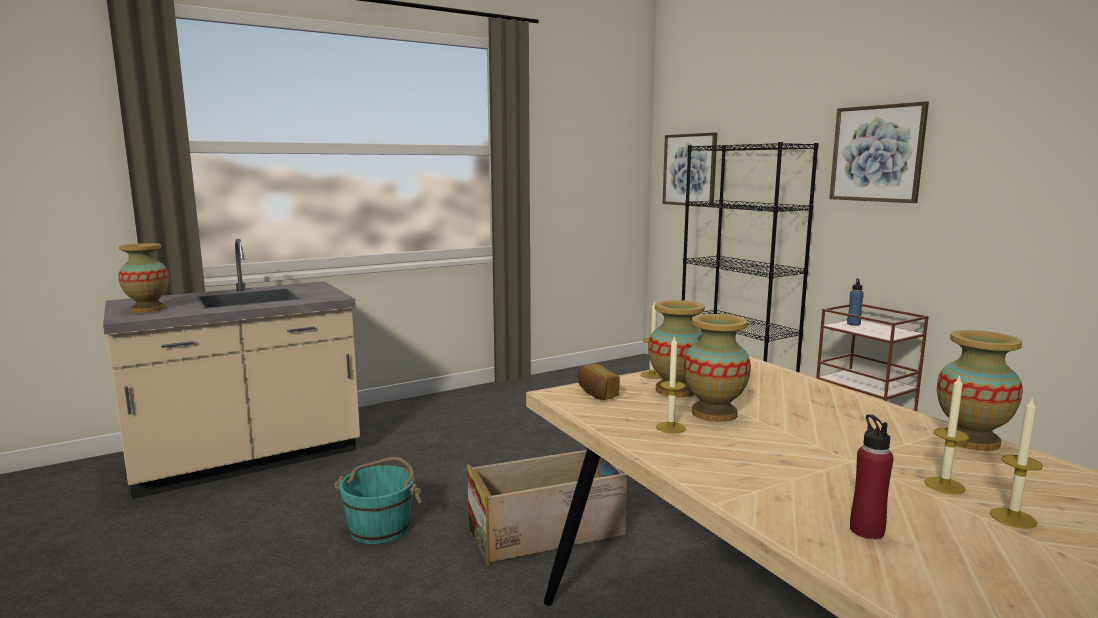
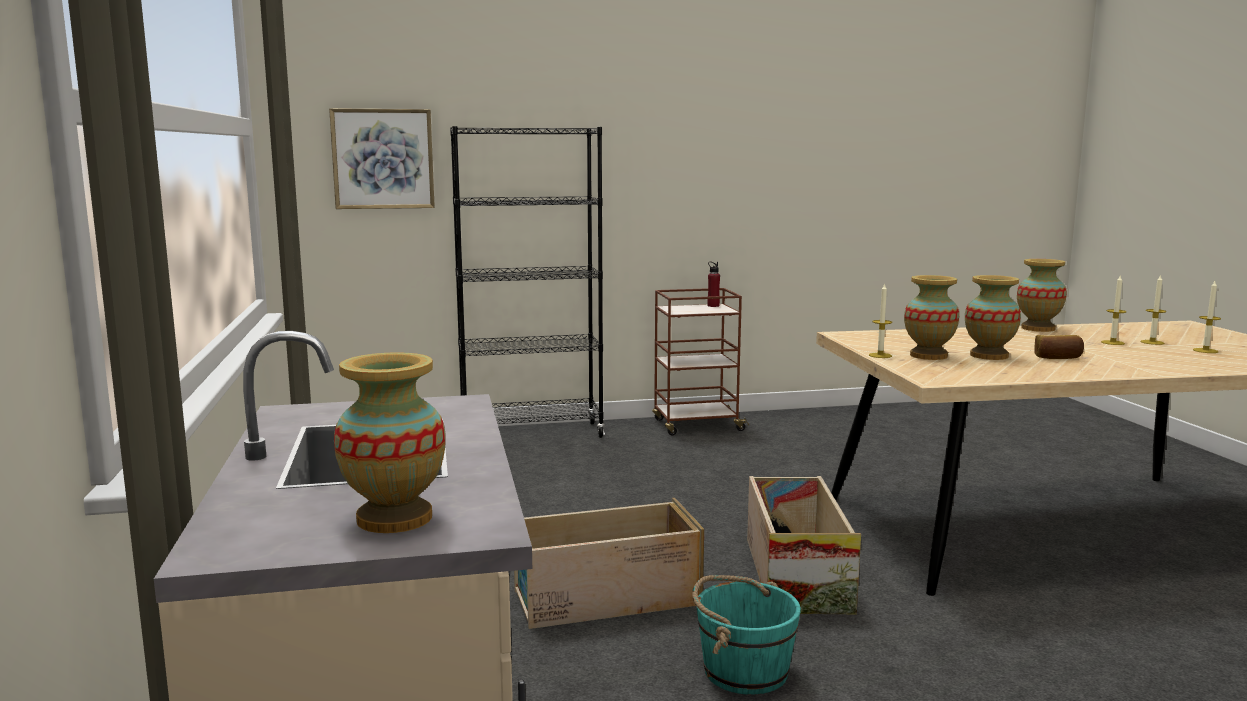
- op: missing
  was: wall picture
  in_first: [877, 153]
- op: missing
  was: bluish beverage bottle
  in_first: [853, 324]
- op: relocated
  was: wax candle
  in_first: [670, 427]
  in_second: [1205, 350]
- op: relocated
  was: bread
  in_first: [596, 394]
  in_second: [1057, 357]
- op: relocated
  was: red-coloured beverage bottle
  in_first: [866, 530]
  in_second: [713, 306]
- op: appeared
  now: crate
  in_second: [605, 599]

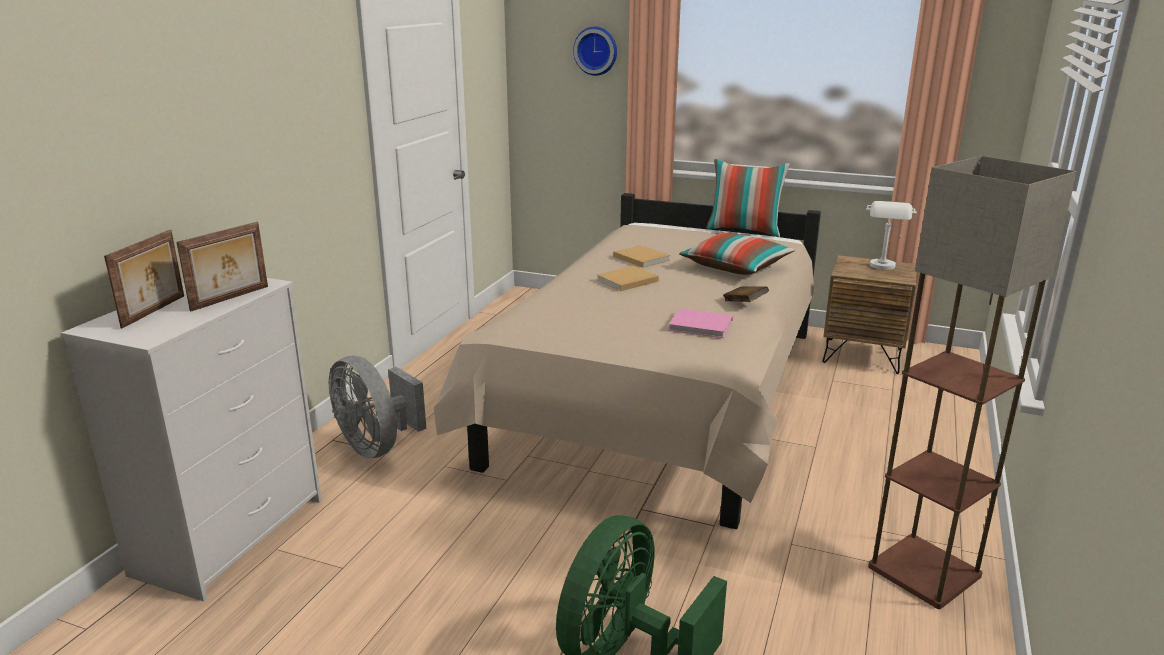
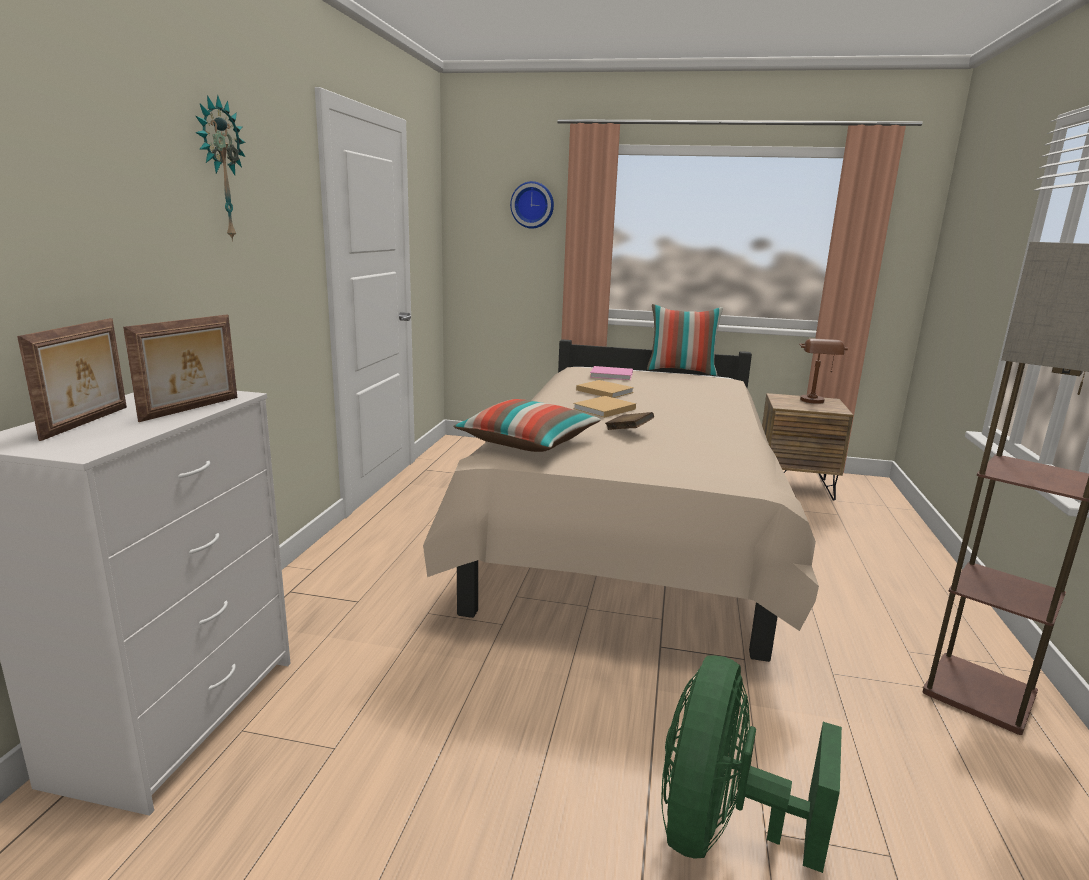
- op: colour
  was: white lamp for a table
  now: brown-coloured lamp for a table
  in_first: [883, 268]
  in_second: [814, 402]
- op: relocated
  was: pillow
  in_first: [735, 267]
  in_second: [528, 443]
- op: relocated
  was: brown-coloured volume
  in_first: [744, 303]
  in_second: [628, 431]
- op: relocated
  was: pink volume
  in_first: [702, 326]
  in_second: [613, 375]
- op: missing
  was: gray fan
  in_first: [377, 446]
- op: appeared
  now: wall clock
  in_second: [219, 170]

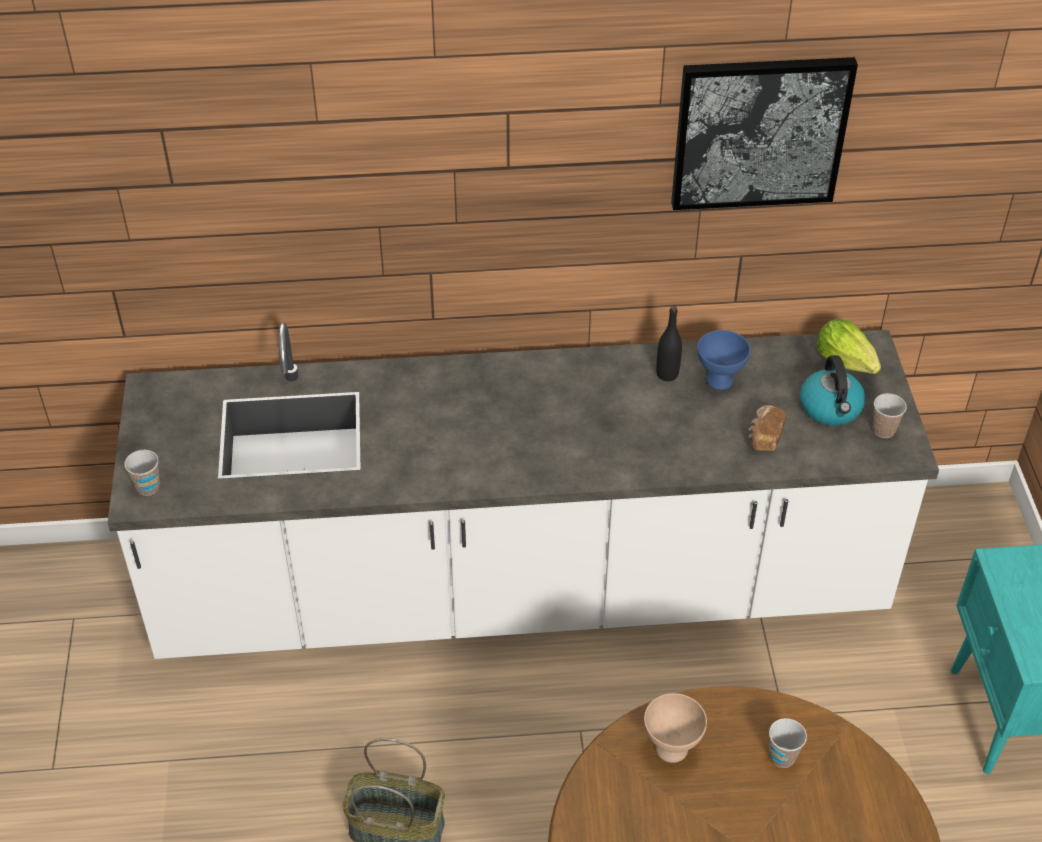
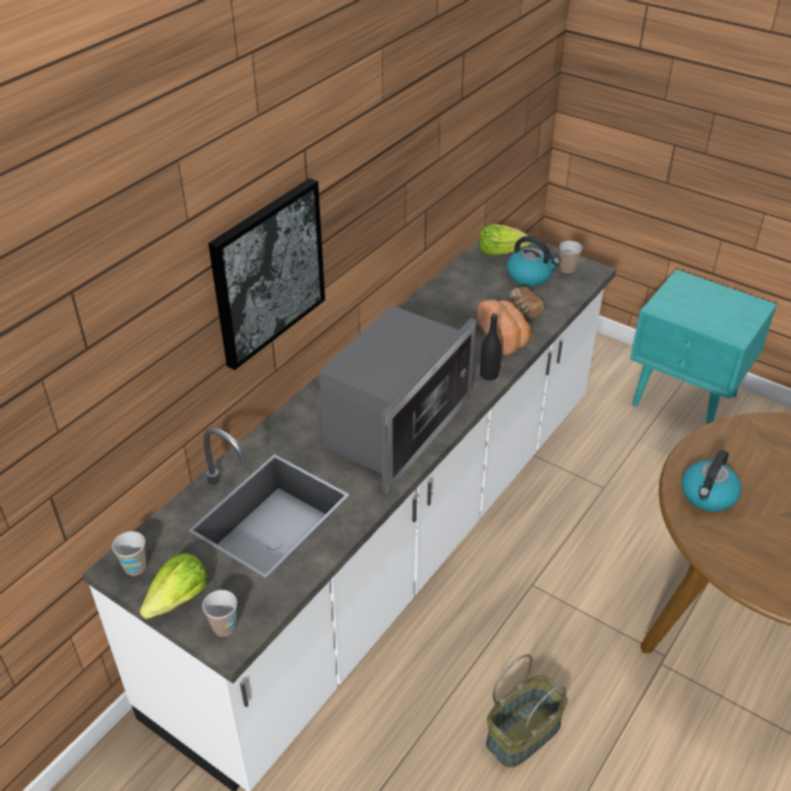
- op: relocated
  was: wall picture
  in_first: [759, 132]
  in_second: [268, 272]
- op: relocated
  was: blackish beverage bottle
  in_first: [667, 374]
  in_second: [489, 375]
- op: missing
  was: bluish bowl
  in_first: [718, 380]
- op: exchanged
  was: beige-coloured bowl
  now: kettle
  in_first: [672, 749]
  in_second: [708, 496]
- op: relocated
  was: drinking cup
  in_first: [782, 757]
  in_second: [135, 567]
- op: appeared
  now: bread
  in_second: [504, 337]
- op: appeared
  now: kitchen microwave
  in_second: [395, 427]
- op: appeared
  now: head of lettuce
  in_second: [178, 599]

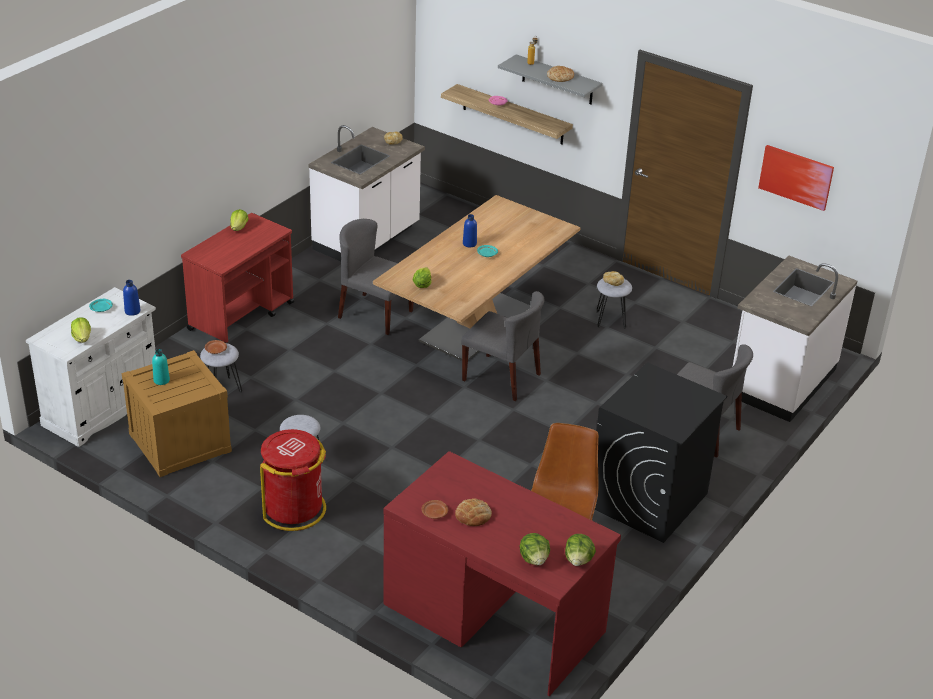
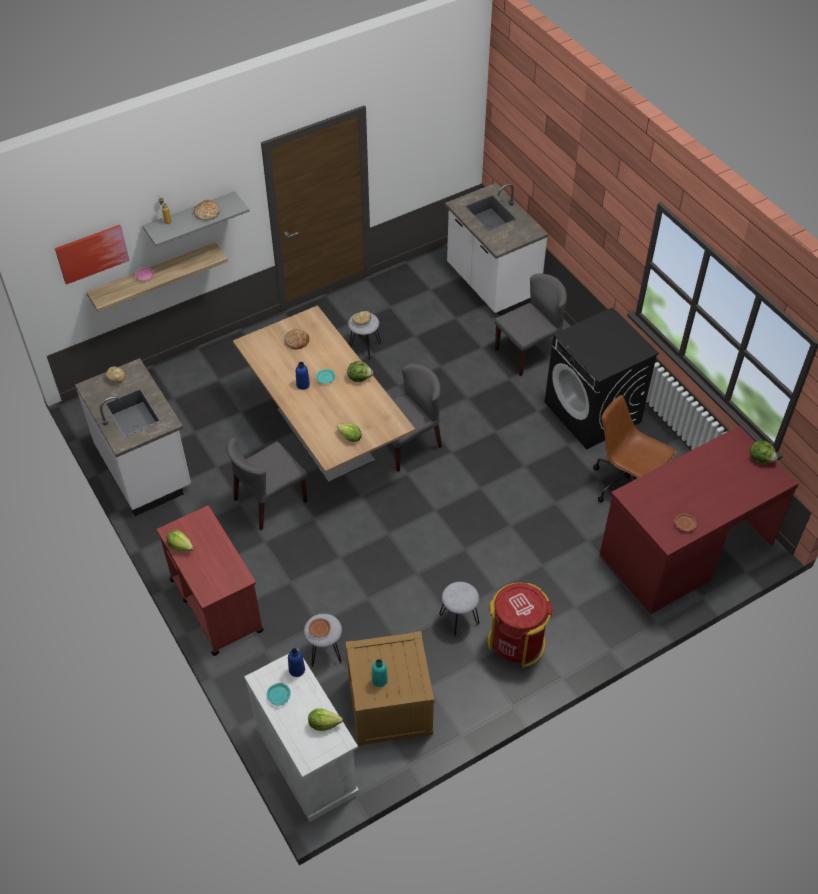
- op: relocated
  was: wall picture
  in_first: [796, 177]
  in_second: [92, 253]
- op: relocated
  was: bread
  in_first: [473, 515]
  in_second: [296, 341]
- op: relocated
  was: head of lettuce
  in_first: [534, 559]
  in_second: [359, 377]

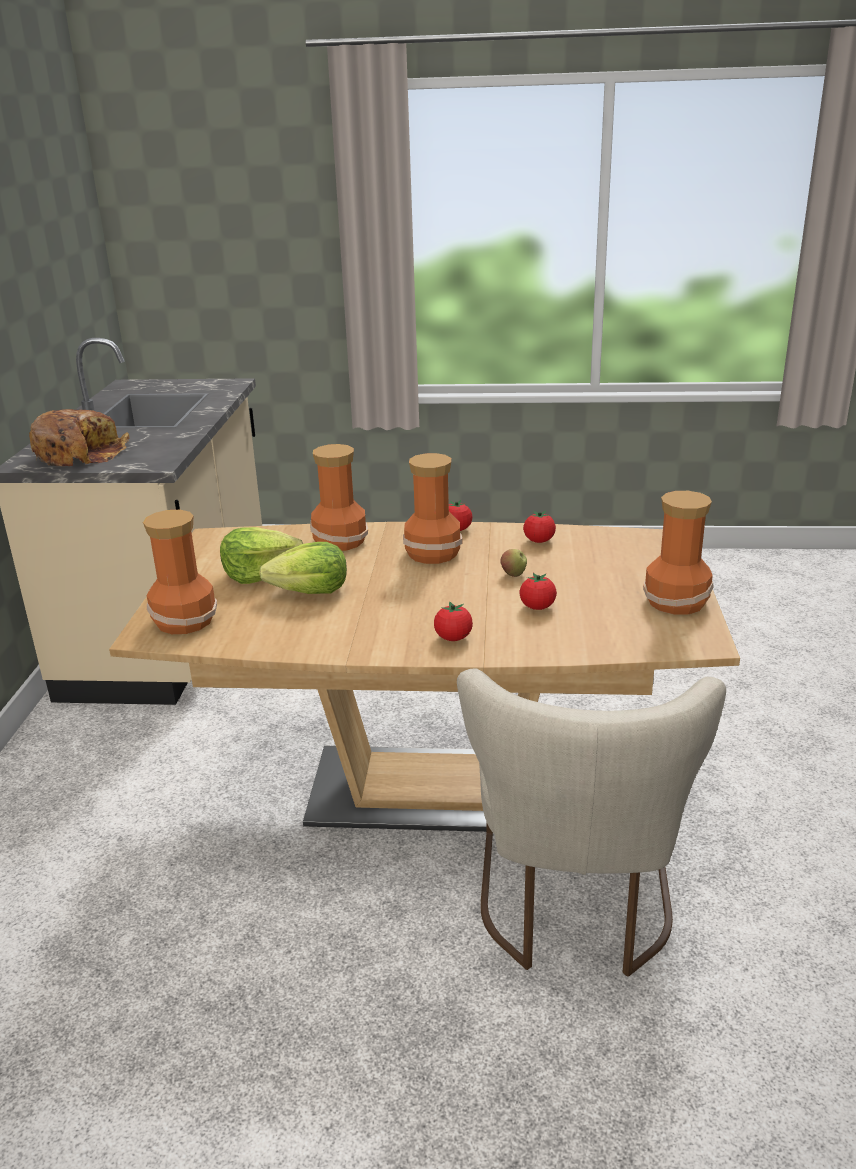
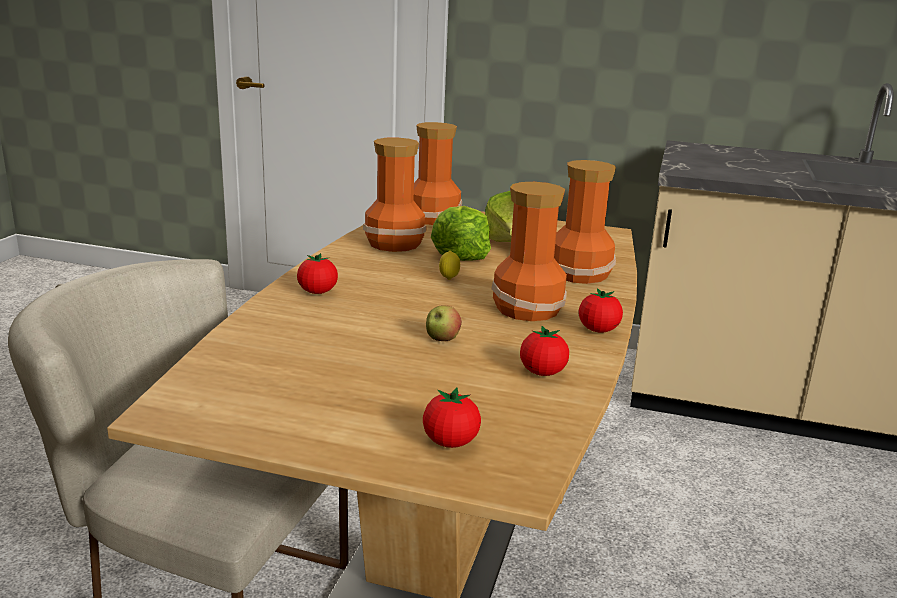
- op: missing
  was: bread
  in_first: [80, 454]
- op: relocated
  was: decorative vase
  in_first: [677, 601]
  in_second: [394, 244]
- op: relocated
  was: tomato
  in_first: [537, 607]
  in_second: [450, 442]
- op: appeared
  now: lemon
  in_second: [449, 279]

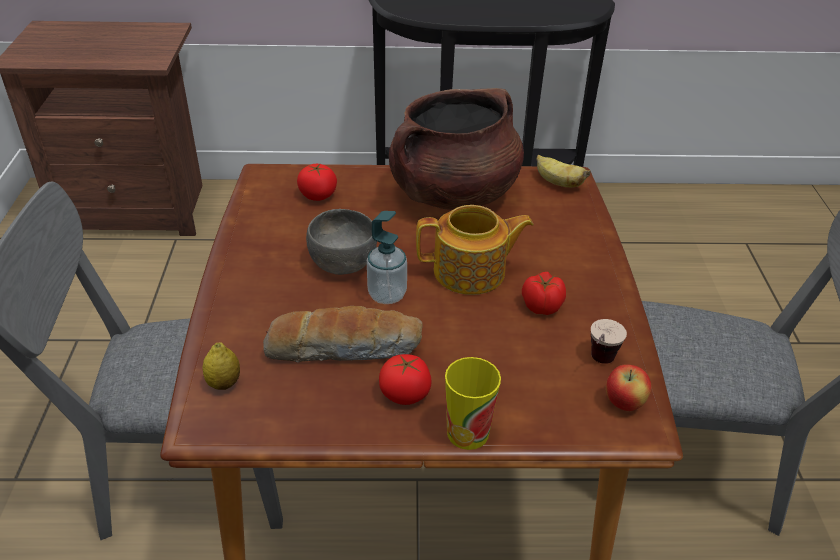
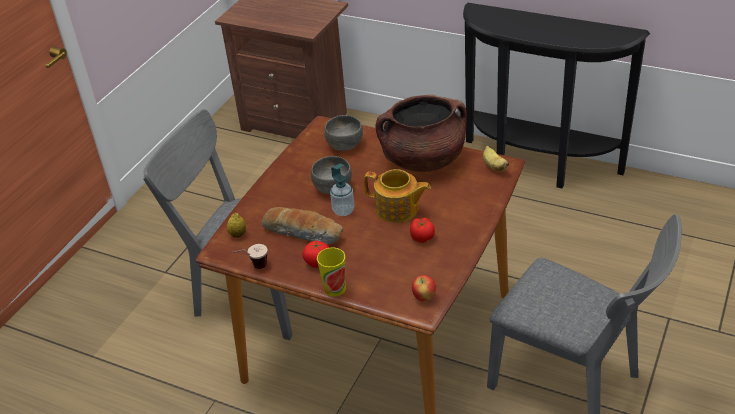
- op: exchanged
  was: tomato
  now: gray bowl
  in_first: [318, 195]
  in_second: [344, 144]
- op: relocated
  was: drinking cup
  in_first: [598, 365]
  in_second: [253, 268]

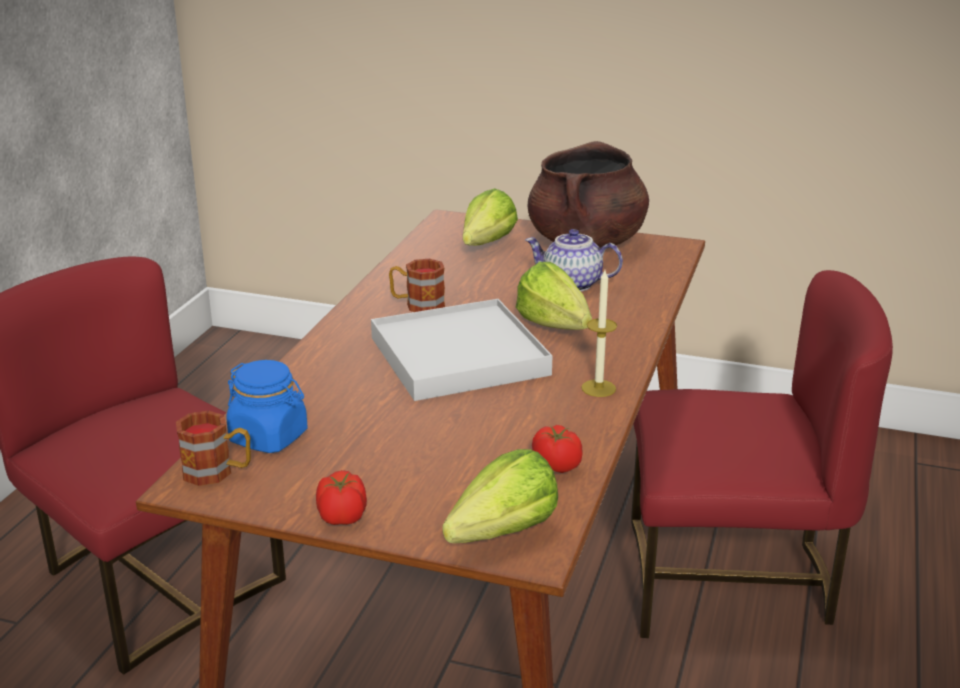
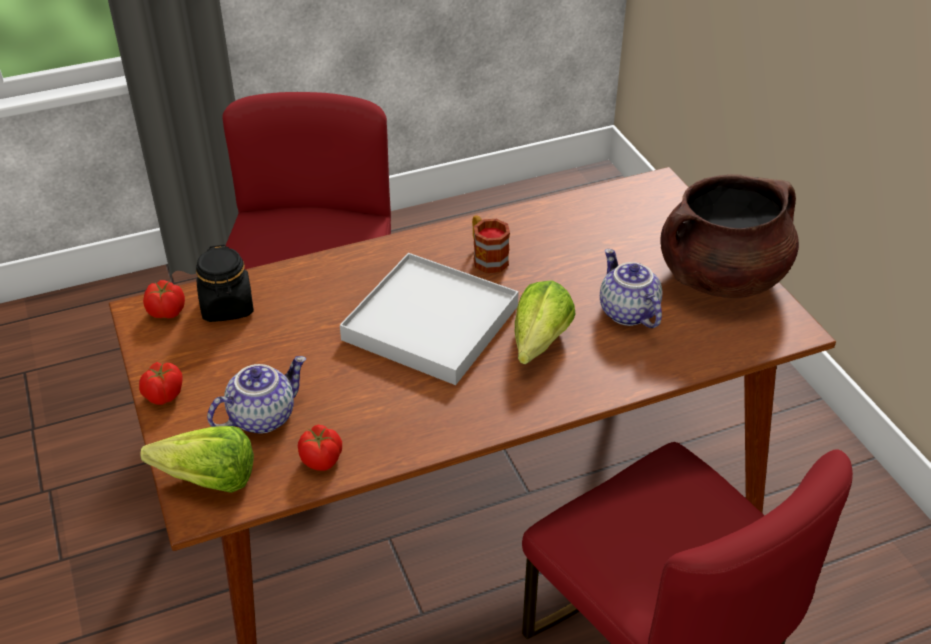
- op: missing
  was: head of lettuce
  in_first: [481, 247]
- op: missing
  was: wax candle
  in_first: [598, 388]
- op: colour
  was: bluish storage jar
  now: blackish storage jar
  in_first: [269, 437]
  in_second: [227, 307]
- op: exchanged
  was: mug
  now: tomato
  in_first: [217, 472]
  in_second: [167, 312]
- op: appeared
  now: teapot
  in_second: [262, 416]

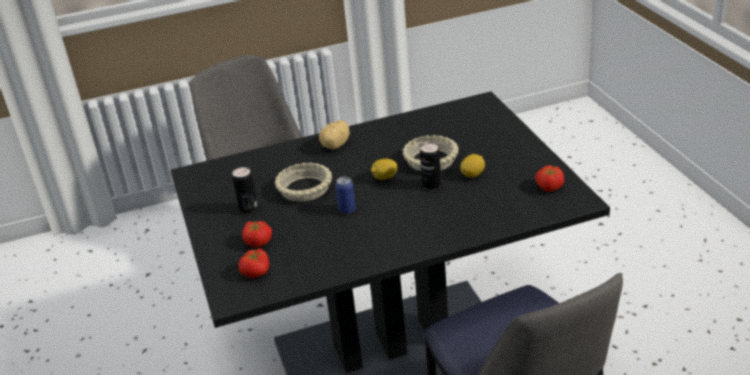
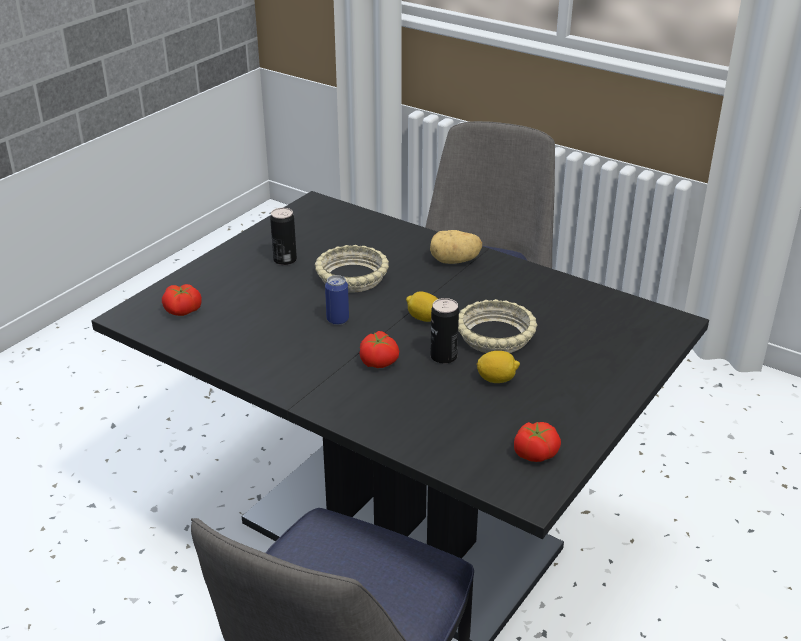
- op: relocated
  was: tomato
  in_first: [258, 241]
  in_second: [379, 361]

